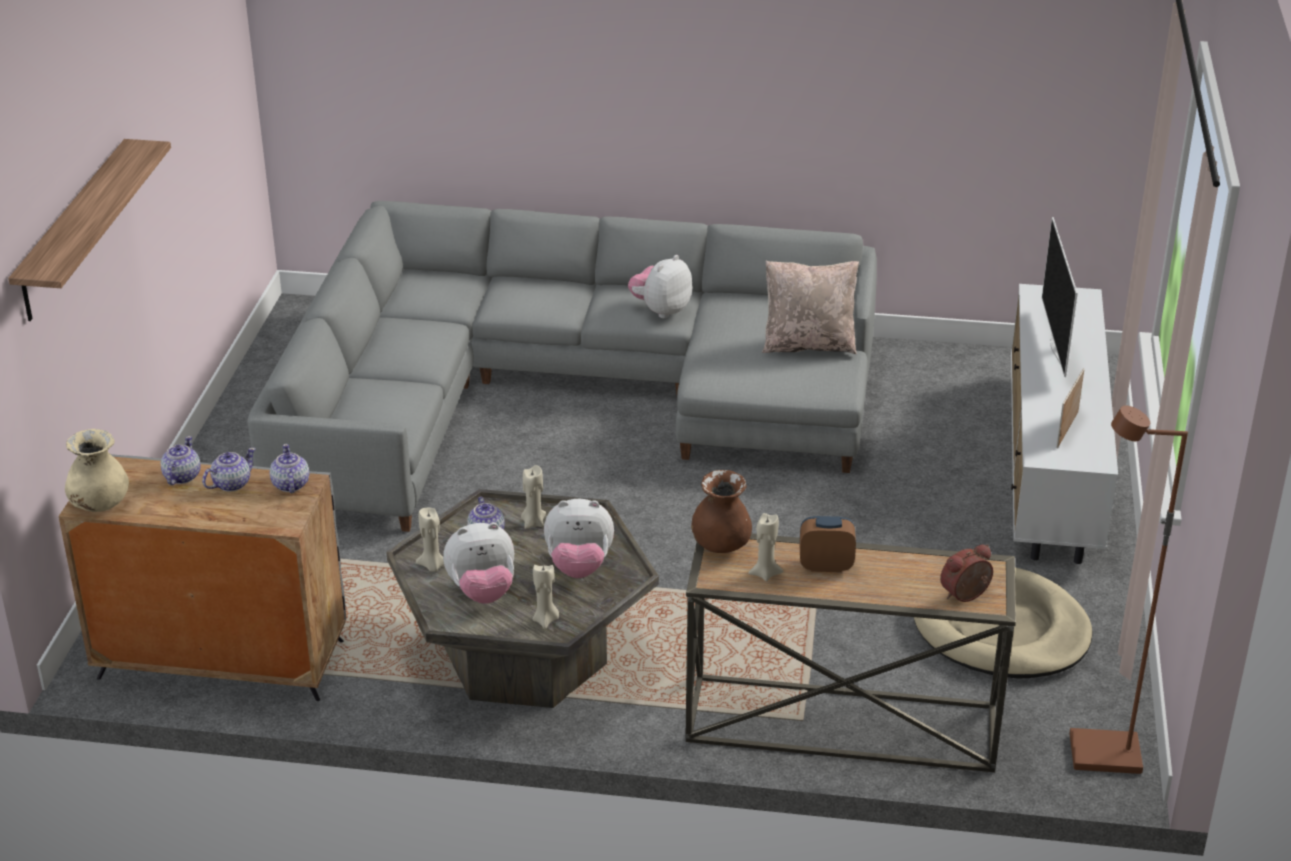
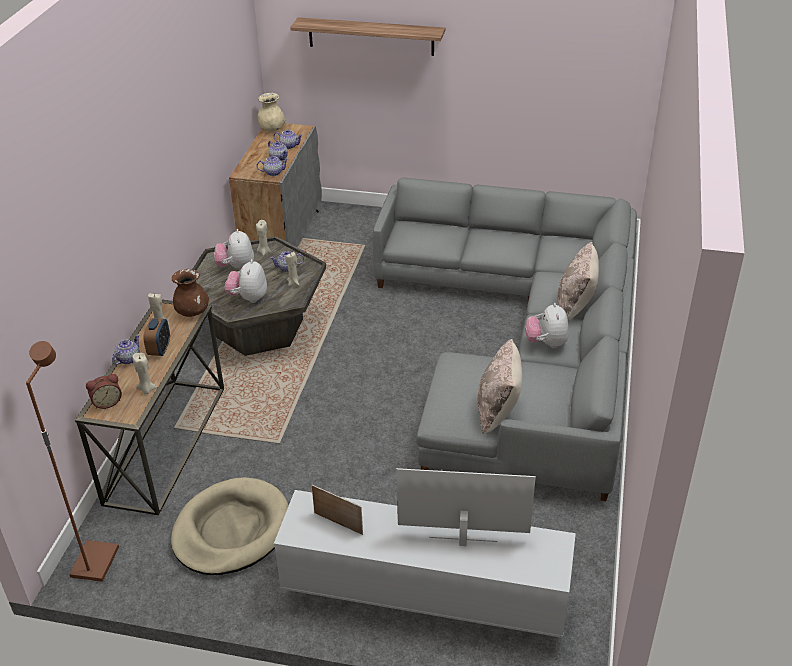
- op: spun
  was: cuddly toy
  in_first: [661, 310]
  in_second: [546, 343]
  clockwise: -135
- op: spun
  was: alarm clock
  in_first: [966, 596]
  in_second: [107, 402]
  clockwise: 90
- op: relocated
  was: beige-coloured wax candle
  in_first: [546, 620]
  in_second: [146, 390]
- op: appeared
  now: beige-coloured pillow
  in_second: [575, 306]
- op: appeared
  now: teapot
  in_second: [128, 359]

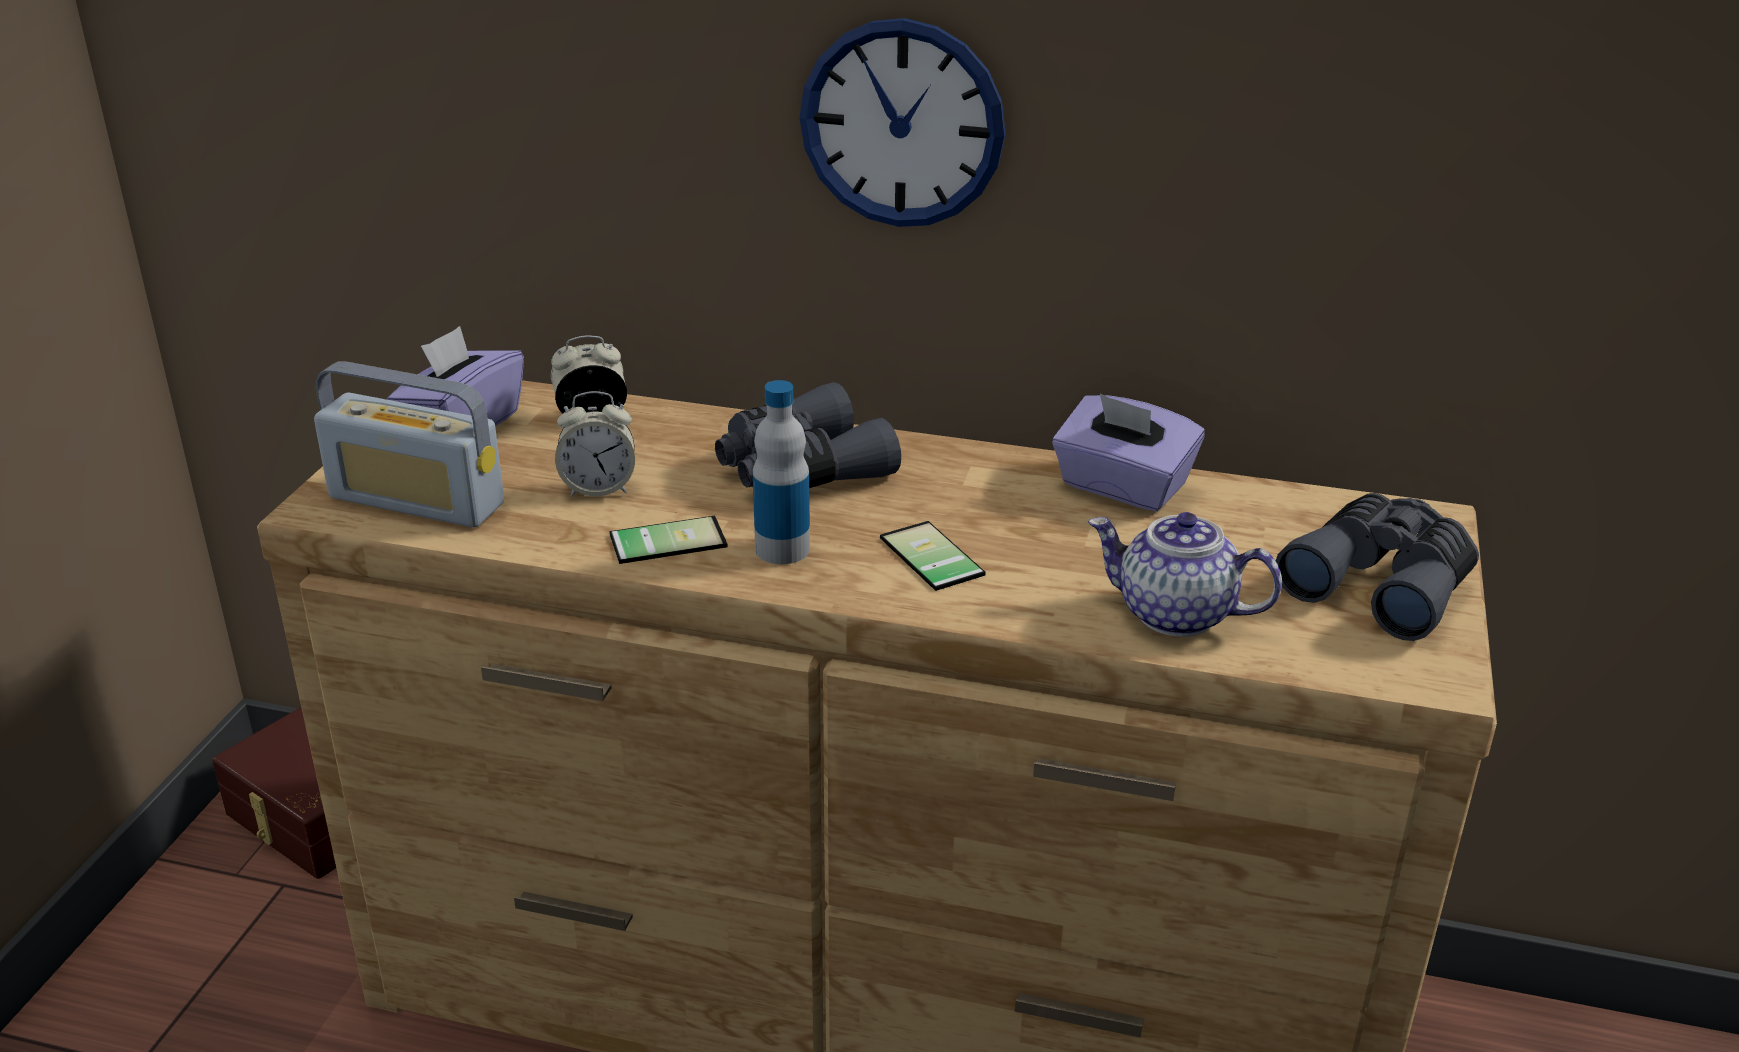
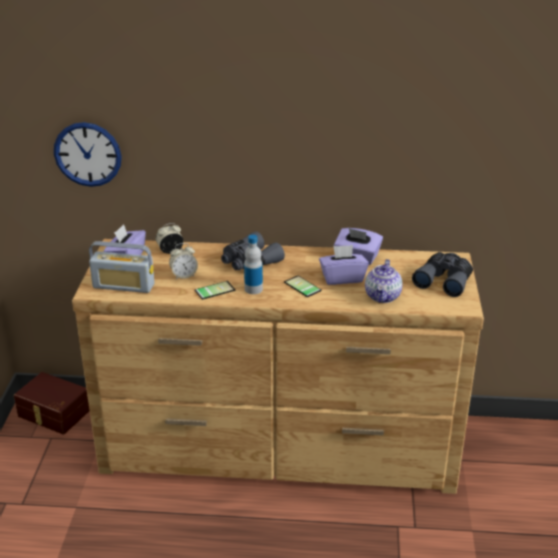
- op: relocated
  was: wall clock
  in_first: [902, 124]
  in_second: [87, 154]
- op: spun
  was: teapot
  in_first: [1174, 614]
  in_second: [383, 296]
  clockwise: -90
- op: appeared
  now: purple tissue box
  in_second: [342, 278]

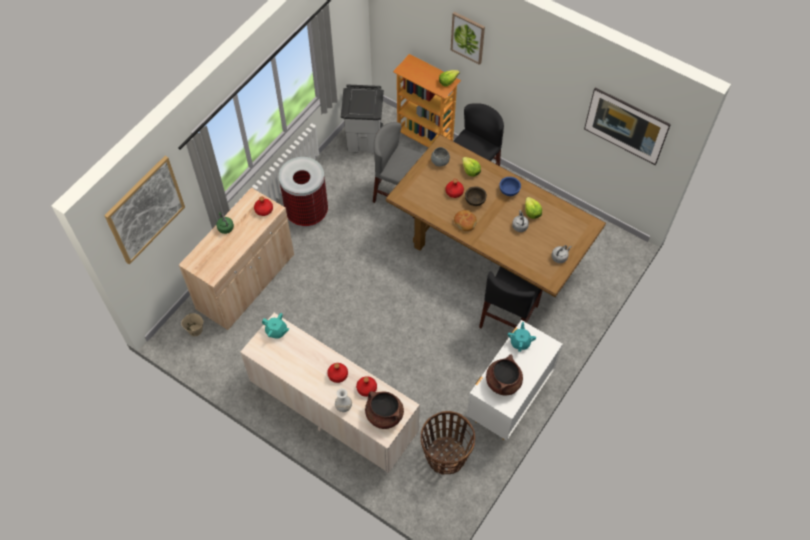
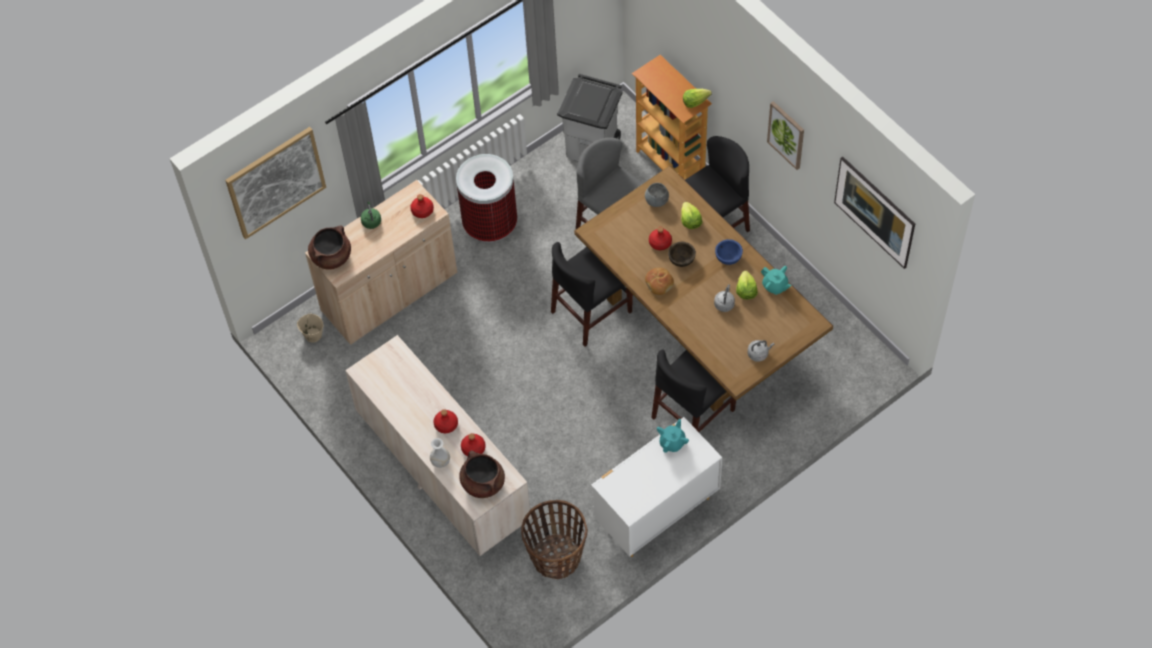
- op: relocated
  was: wall picture
  in_first: [468, 37]
  in_second: [786, 134]
- op: relocated
  was: turquoise teapot
  in_first: [276, 331]
  in_second: [775, 286]
- op: relocated
  was: brown-coloured saucepot
  in_first: [503, 382]
  in_second: [331, 257]
- op: appeared
  now: blackish upright chair
  in_second: [591, 312]

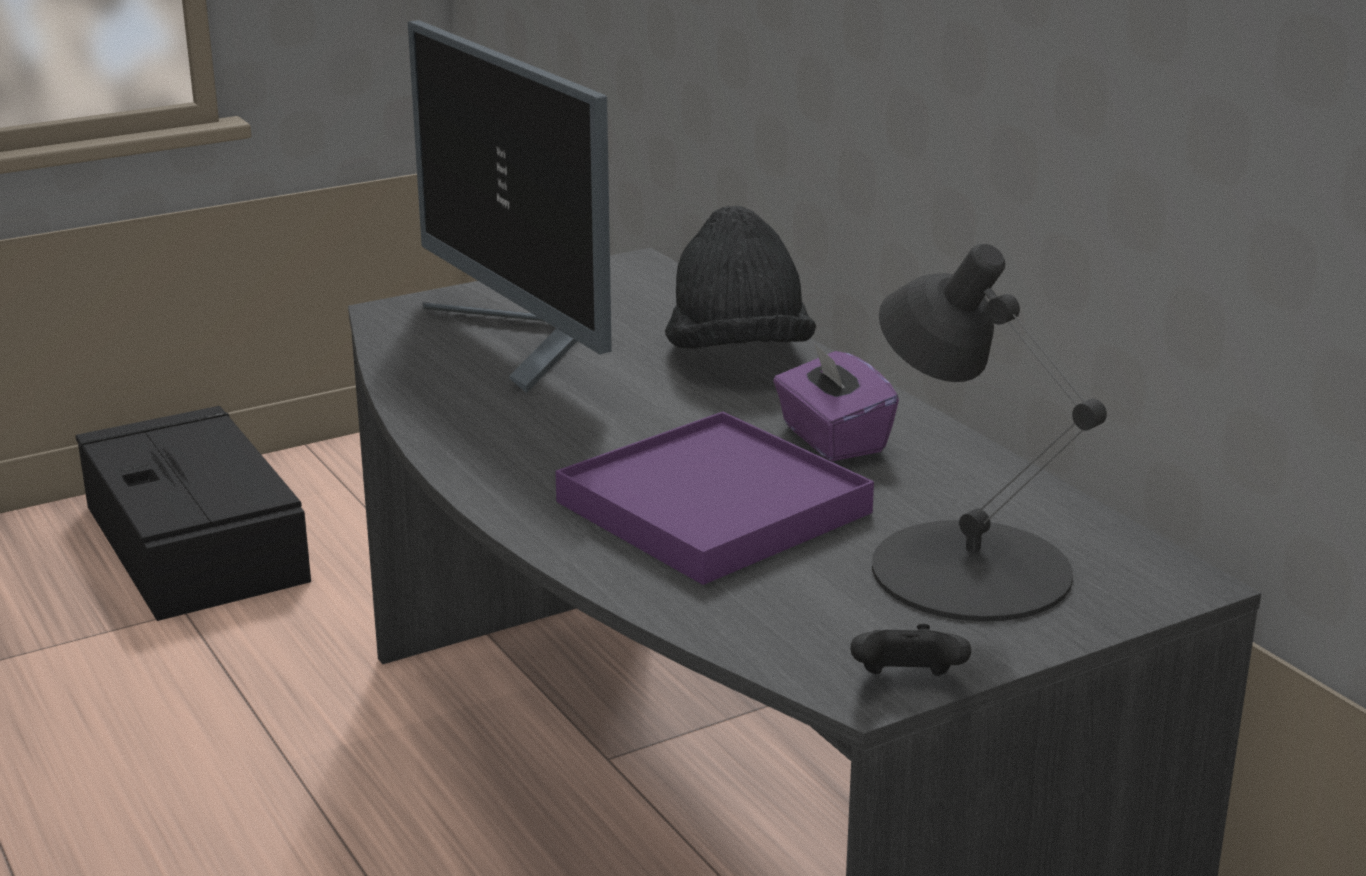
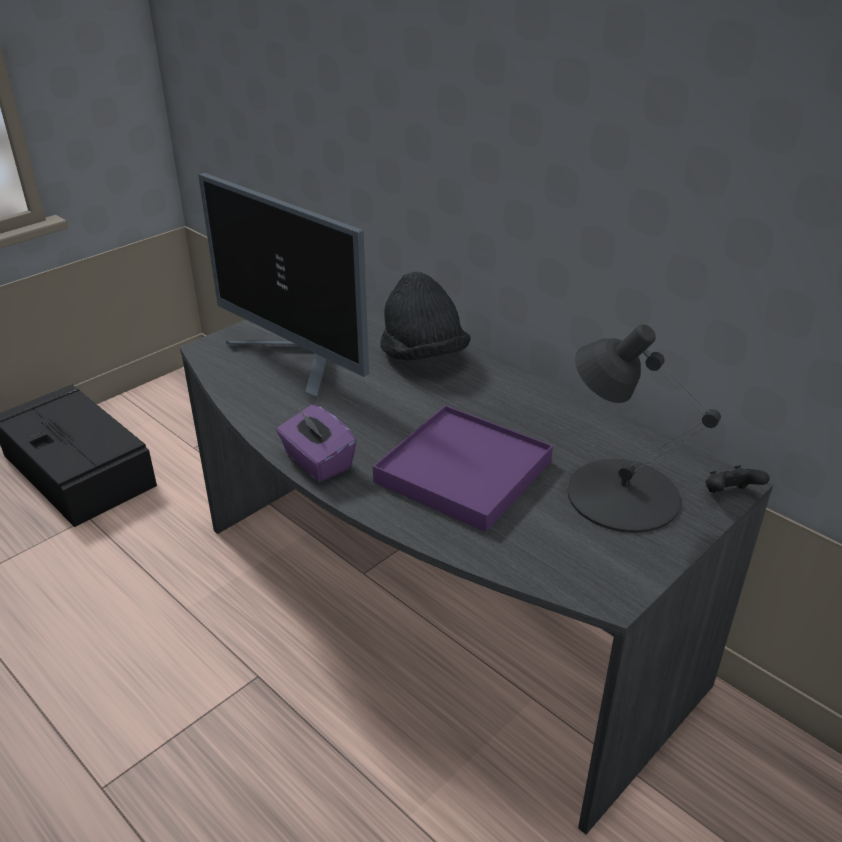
- op: relocated
  was: purple tissue box
  in_first: [832, 439]
  in_second: [317, 462]
- op: relocated
  was: blackish joypad
  in_first: [906, 683]
  in_second: [729, 495]

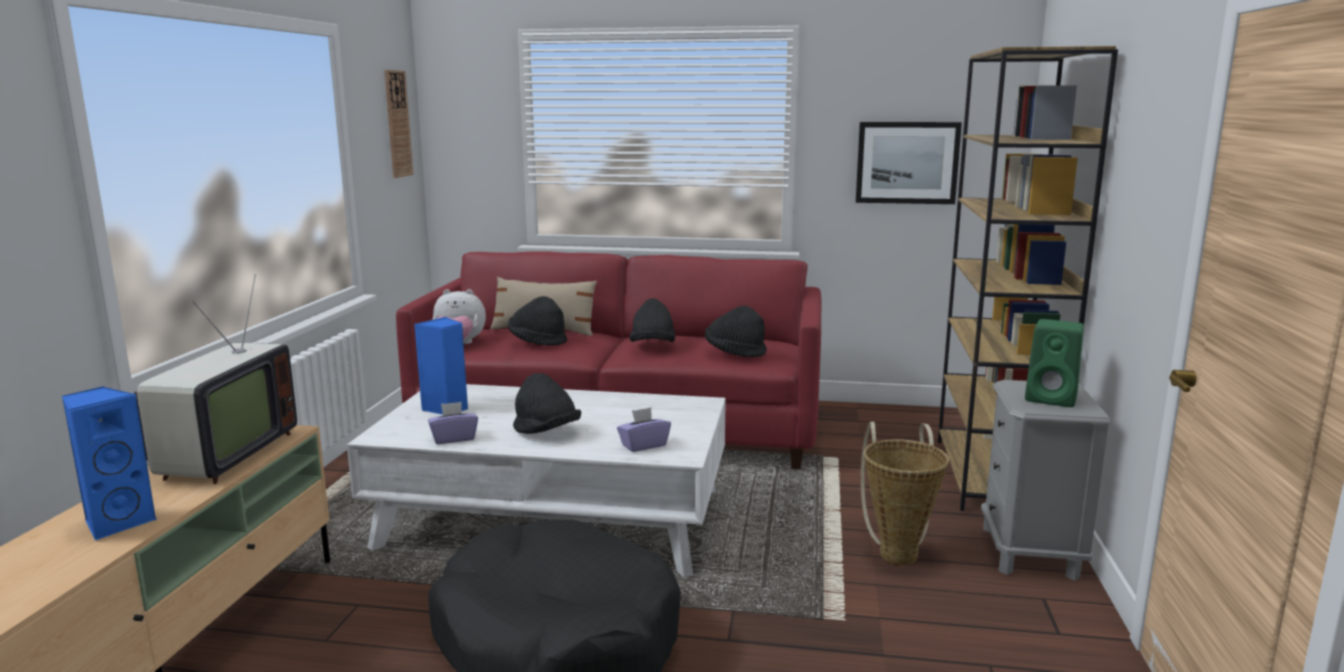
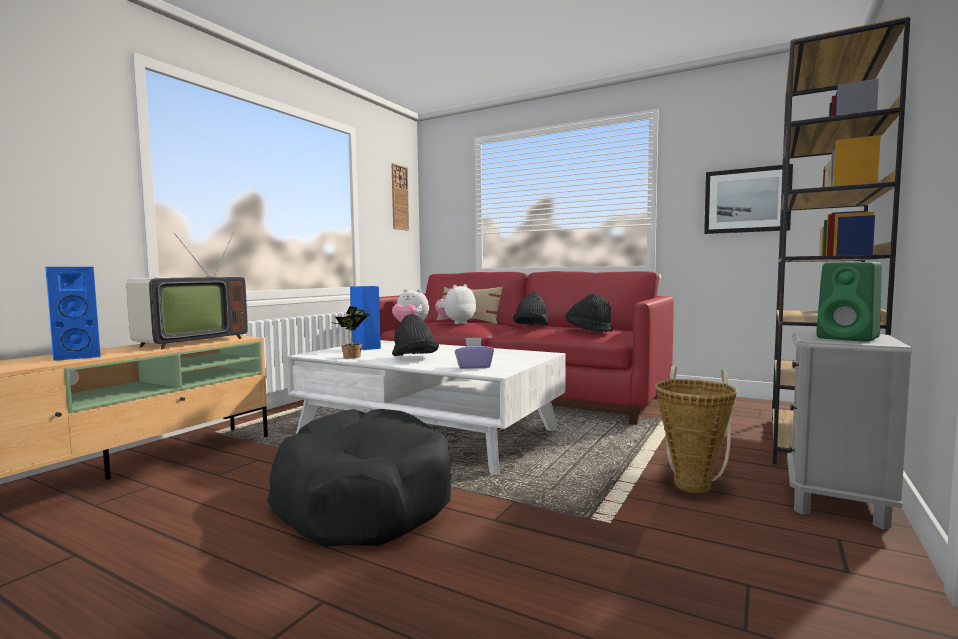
- op: exchanged
  was: blackish clothing hat
  now: cuddly toy
  in_first: [537, 341]
  in_second: [456, 323]
- op: exchanged
  was: purple tissue box
  now: potted plant
  in_first: [454, 438]
  in_second: [352, 357]

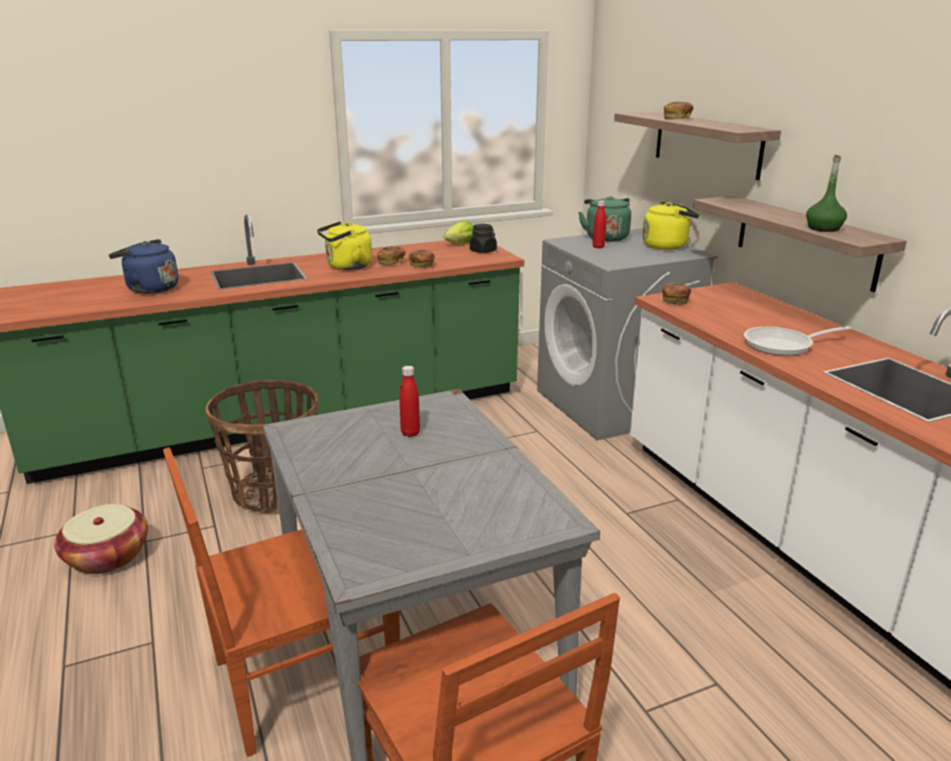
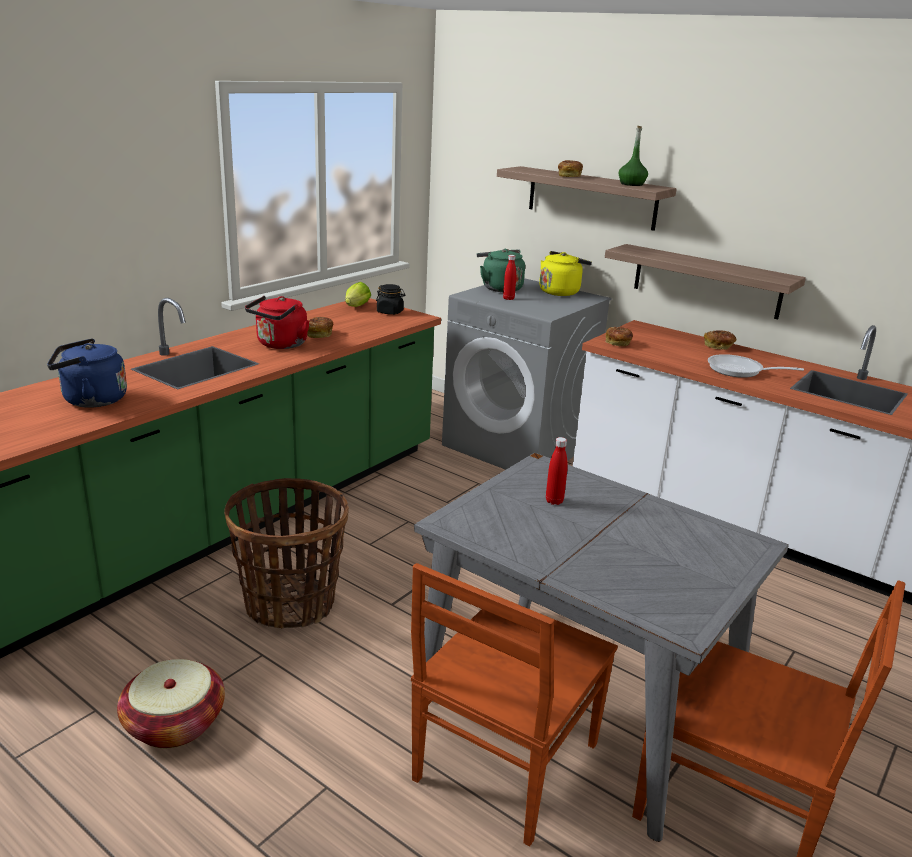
- op: relocated
  was: green beverage bottle
  in_first: [823, 228]
  in_second: [631, 184]
- op: colour
  was: yellow-coloured kettle
  now: red-coloured kettle
  in_first: [346, 267]
  in_second: [280, 345]
- op: relocated
  was: bread
  in_first: [421, 266]
  in_second: [718, 347]
- op: spun
  was: skillet
  in_first: [783, 345]
  in_second: [740, 371]
  clockwise: 60

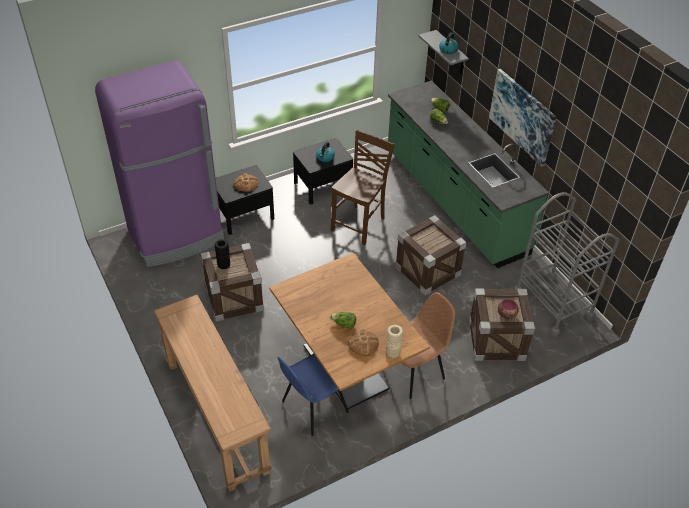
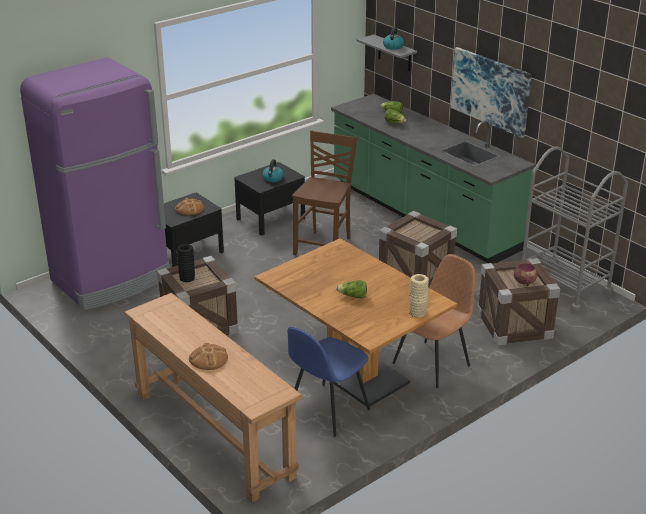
- op: relocated
  was: bread
  in_first: [363, 344]
  in_second: [208, 359]

